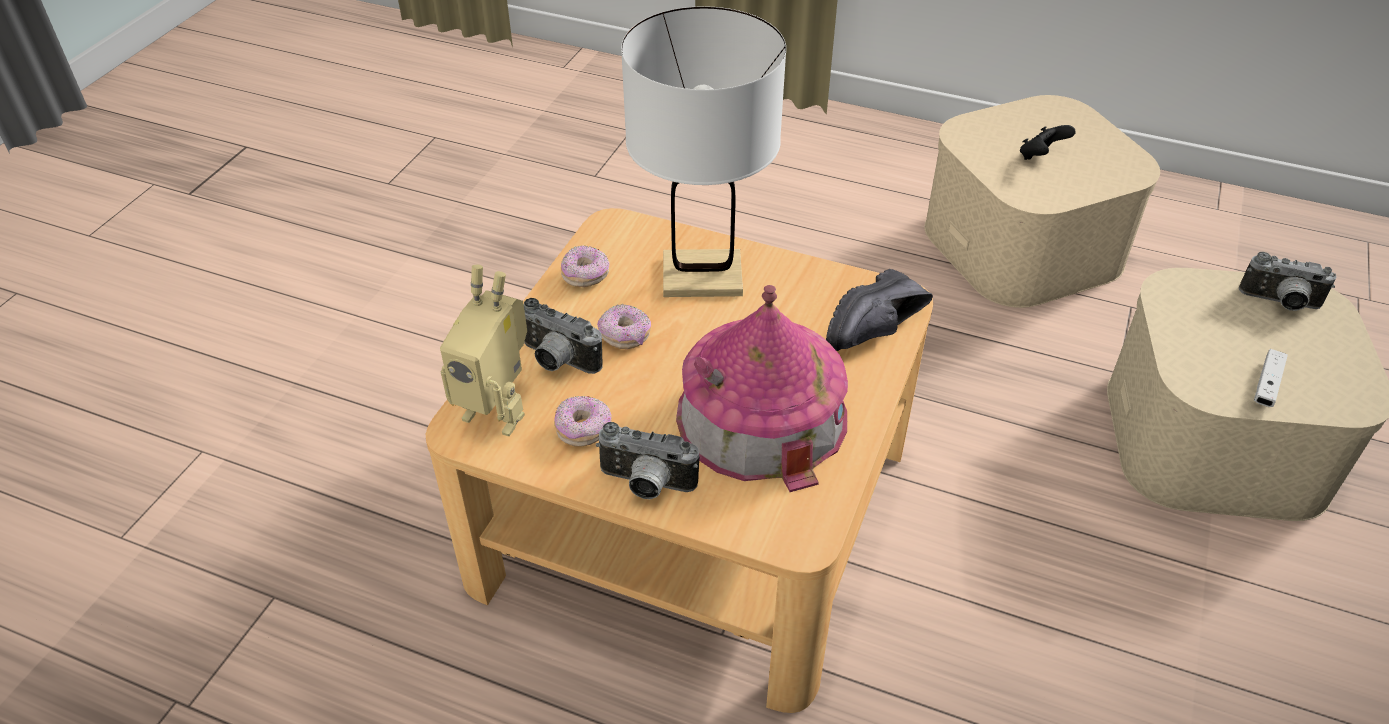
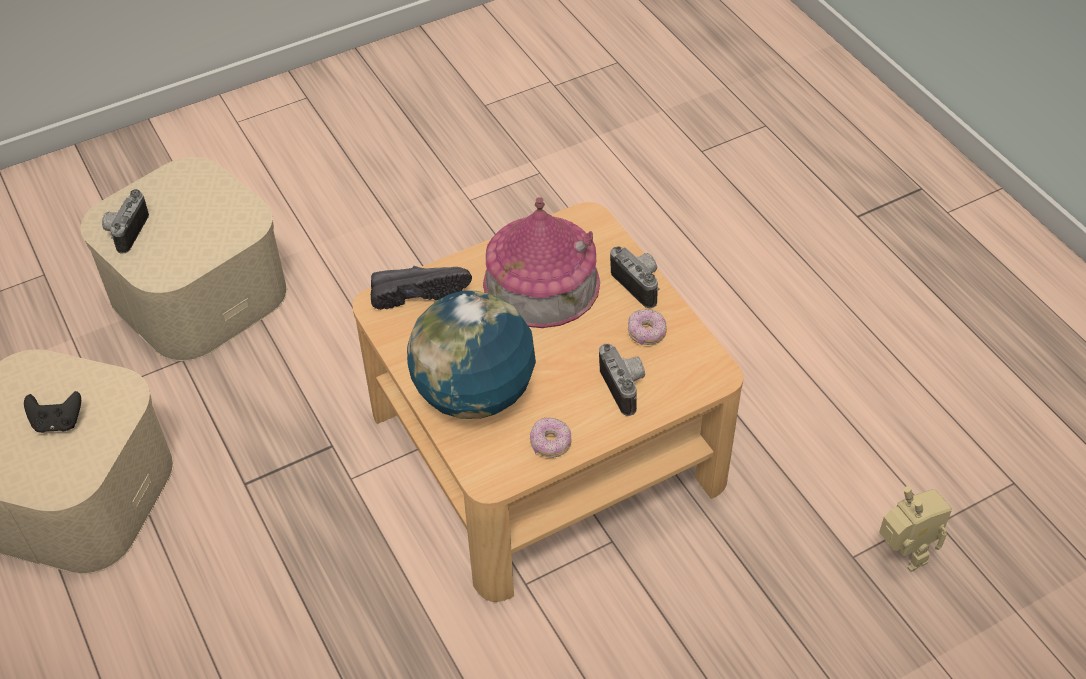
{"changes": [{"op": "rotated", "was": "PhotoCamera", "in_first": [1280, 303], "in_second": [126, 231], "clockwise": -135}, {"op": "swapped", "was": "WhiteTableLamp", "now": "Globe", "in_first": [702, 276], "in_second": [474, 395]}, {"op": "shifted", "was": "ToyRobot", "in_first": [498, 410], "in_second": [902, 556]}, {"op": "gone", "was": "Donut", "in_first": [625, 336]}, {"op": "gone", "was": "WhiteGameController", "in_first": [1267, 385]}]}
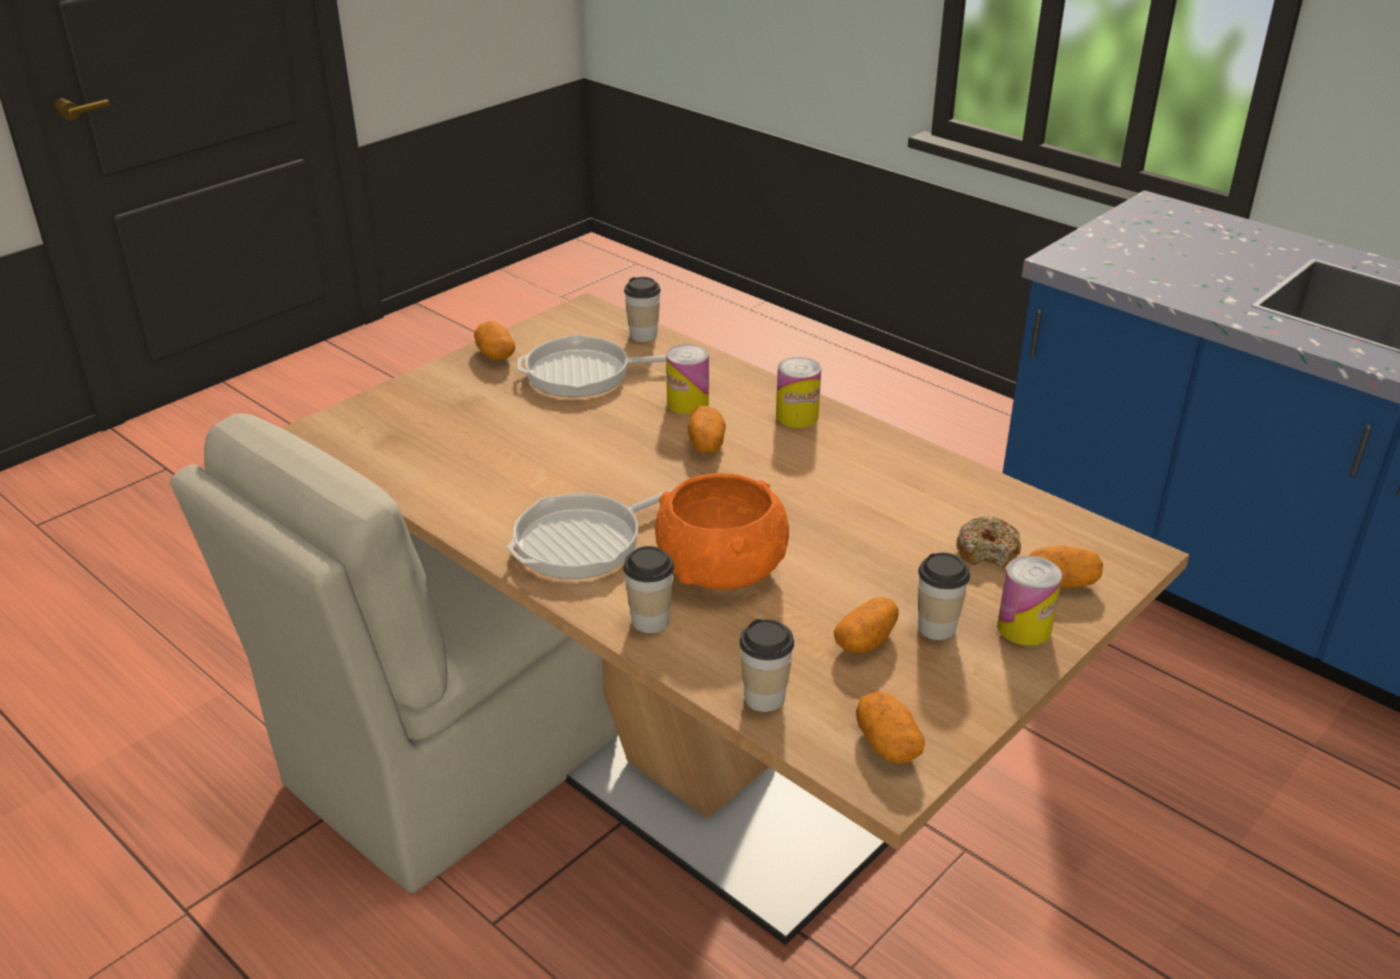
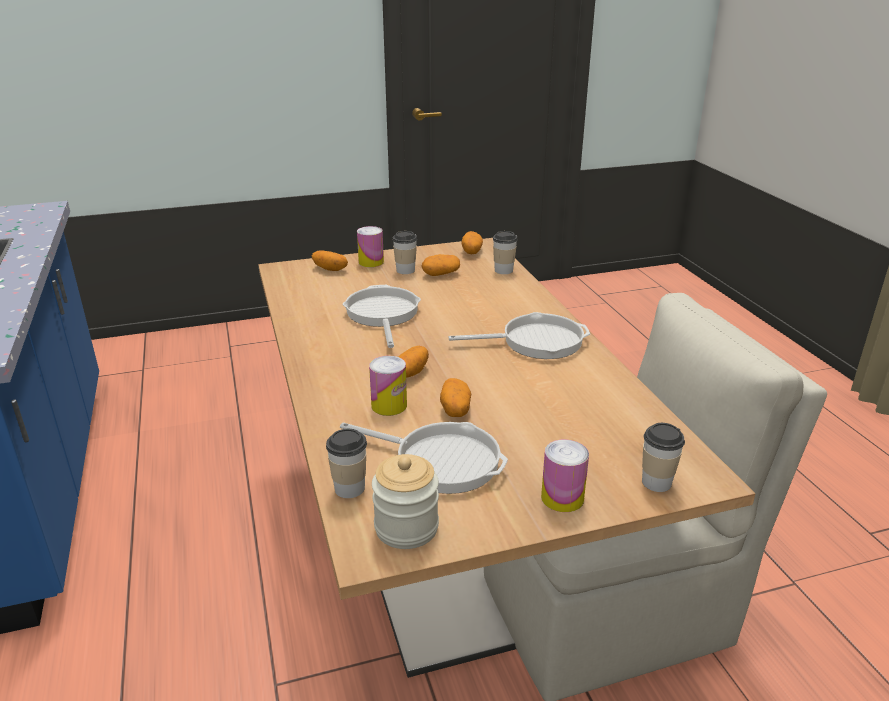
{"changes": [{"op": "new", "now": "FryingPan", "in_second": [382, 314]}, {"op": "new", "now": "Jar", "in_second": [406, 528]}, {"op": "shifted", "was": "Potato", "in_first": [495, 355], "in_second": [455, 409]}, {"op": "shifted", "was": "Can", "in_first": [797, 417], "in_second": [562, 498]}, {"op": "shifted", "was": "Cup", "in_first": [650, 621], "in_second": [656, 482]}, {"op": "gone", "was": "OrangeBowl", "in_first": [721, 568]}, {"op": "gone", "was": "Donut", "in_first": [987, 551]}]}
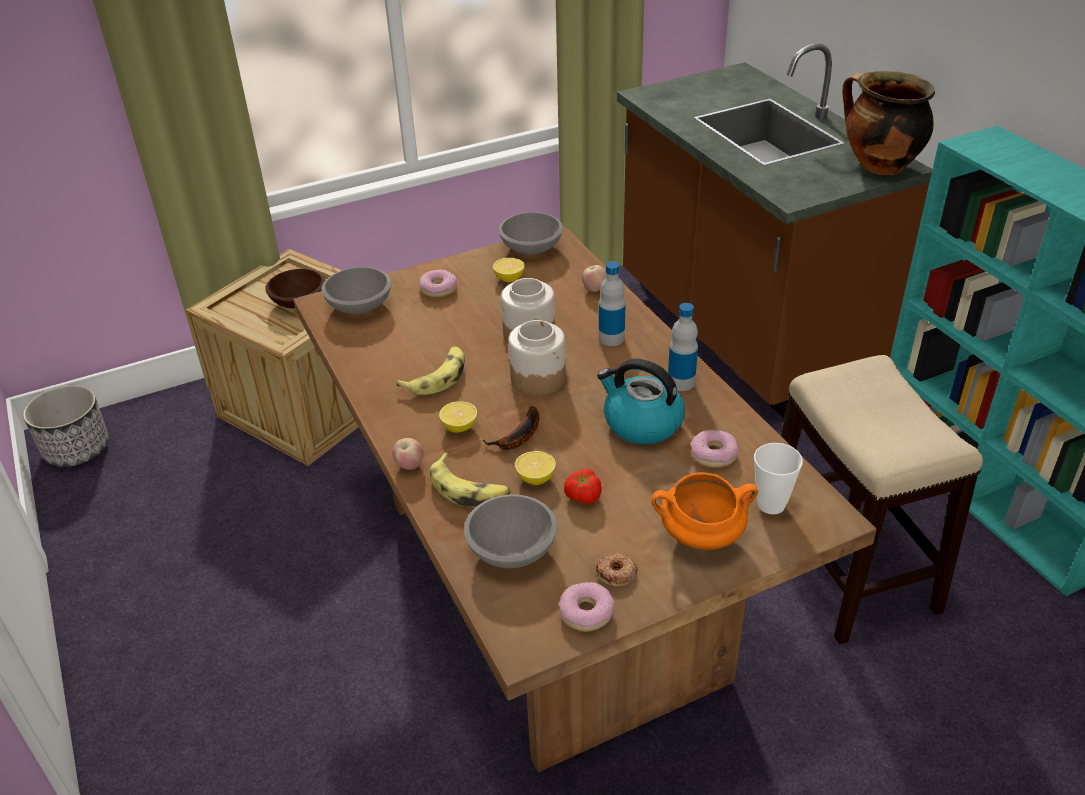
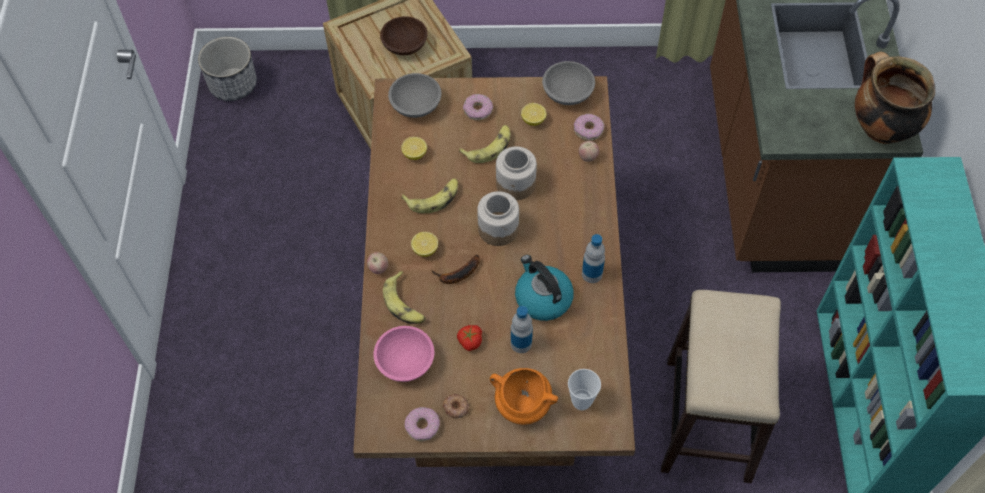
{"changes": [{"op": "repainted", "was": "GreyBowl", "now": "PinkBowl", "in_first": [513, 549], "in_second": [406, 362]}, {"op": "shifted", "was": "Lemon", "in_first": [536, 478], "in_second": [414, 154]}, {"op": "new", "now": "Banana", "in_second": [489, 147]}, {"op": "shifted", "was": "Bottle", "in_first": [611, 338], "in_second": [521, 343]}, {"op": "shifted", "was": "Donut", "in_first": [713, 454], "in_second": [588, 130]}]}
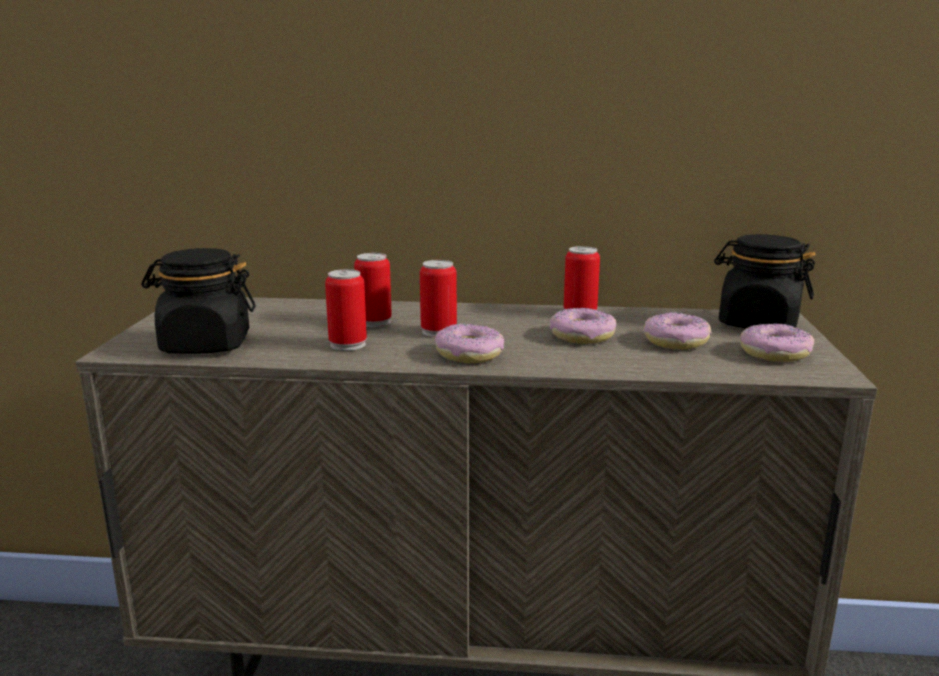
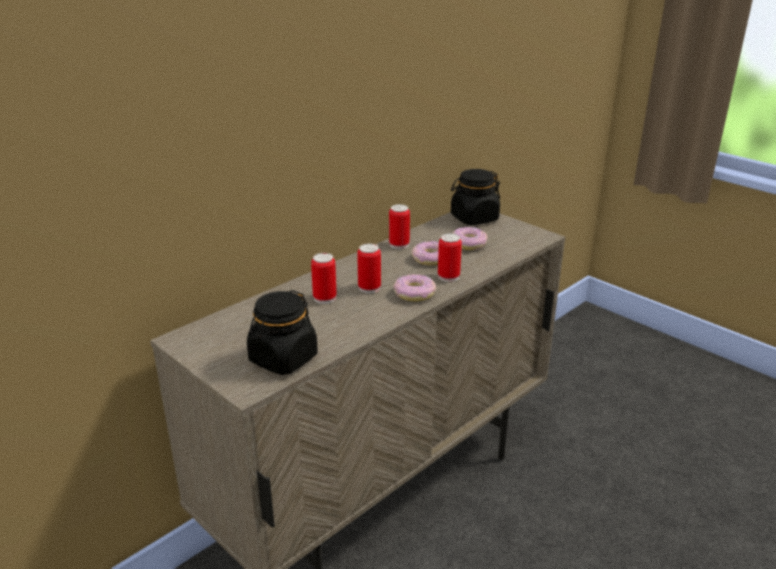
{"changes": [{"op": "shifted", "was": "Can", "in_first": [348, 344], "in_second": [448, 276]}, {"op": "gone", "was": "Donut", "in_first": [774, 353]}]}
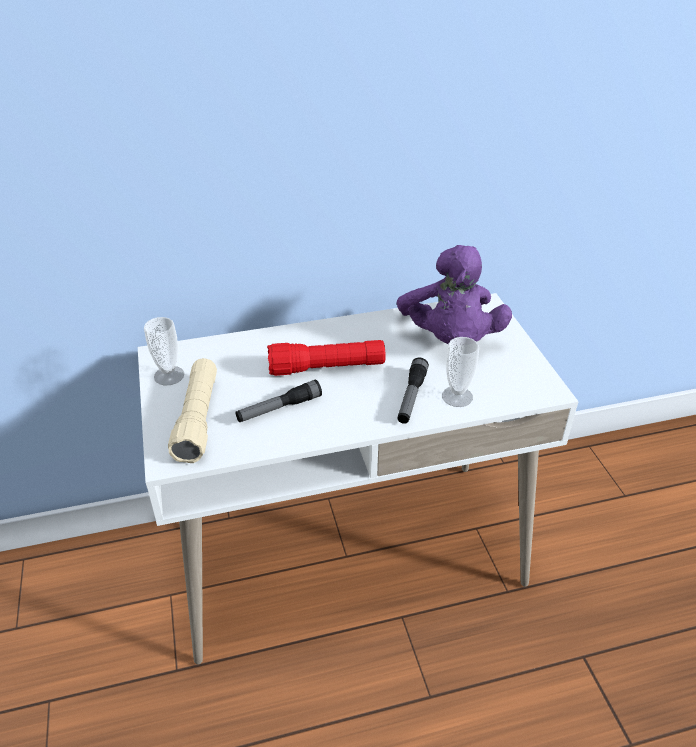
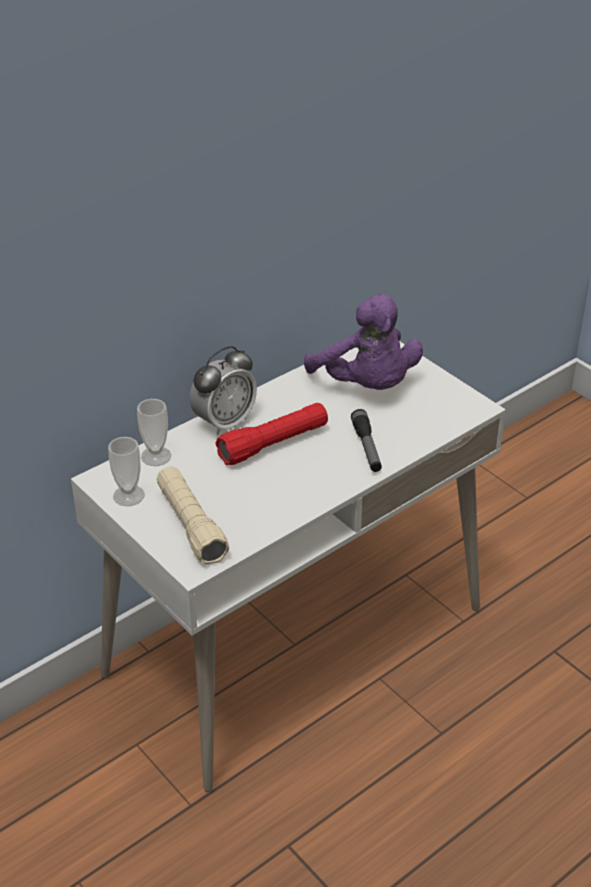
{"changes": [{"op": "shifted", "was": "Cup", "in_first": [457, 396], "in_second": [156, 456]}, {"op": "new", "now": "AlarmClock", "in_second": [224, 422]}, {"op": "gone", "was": "Flashlight", "in_first": [279, 408]}]}
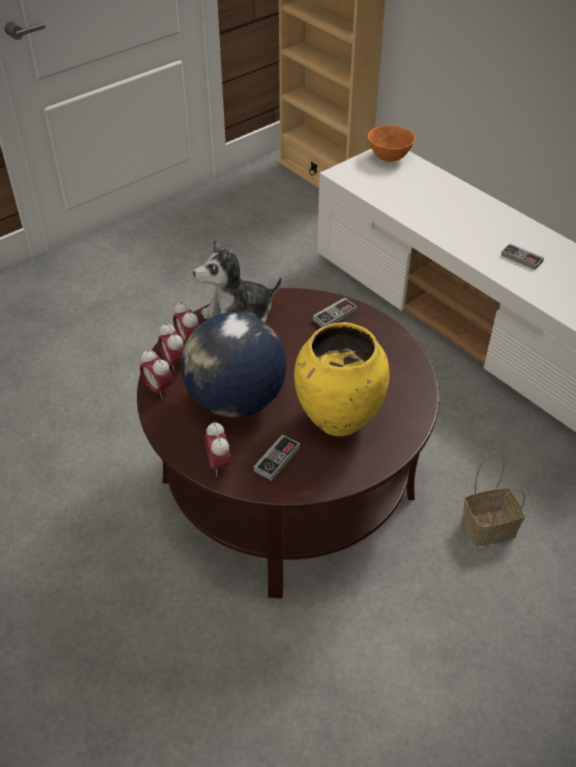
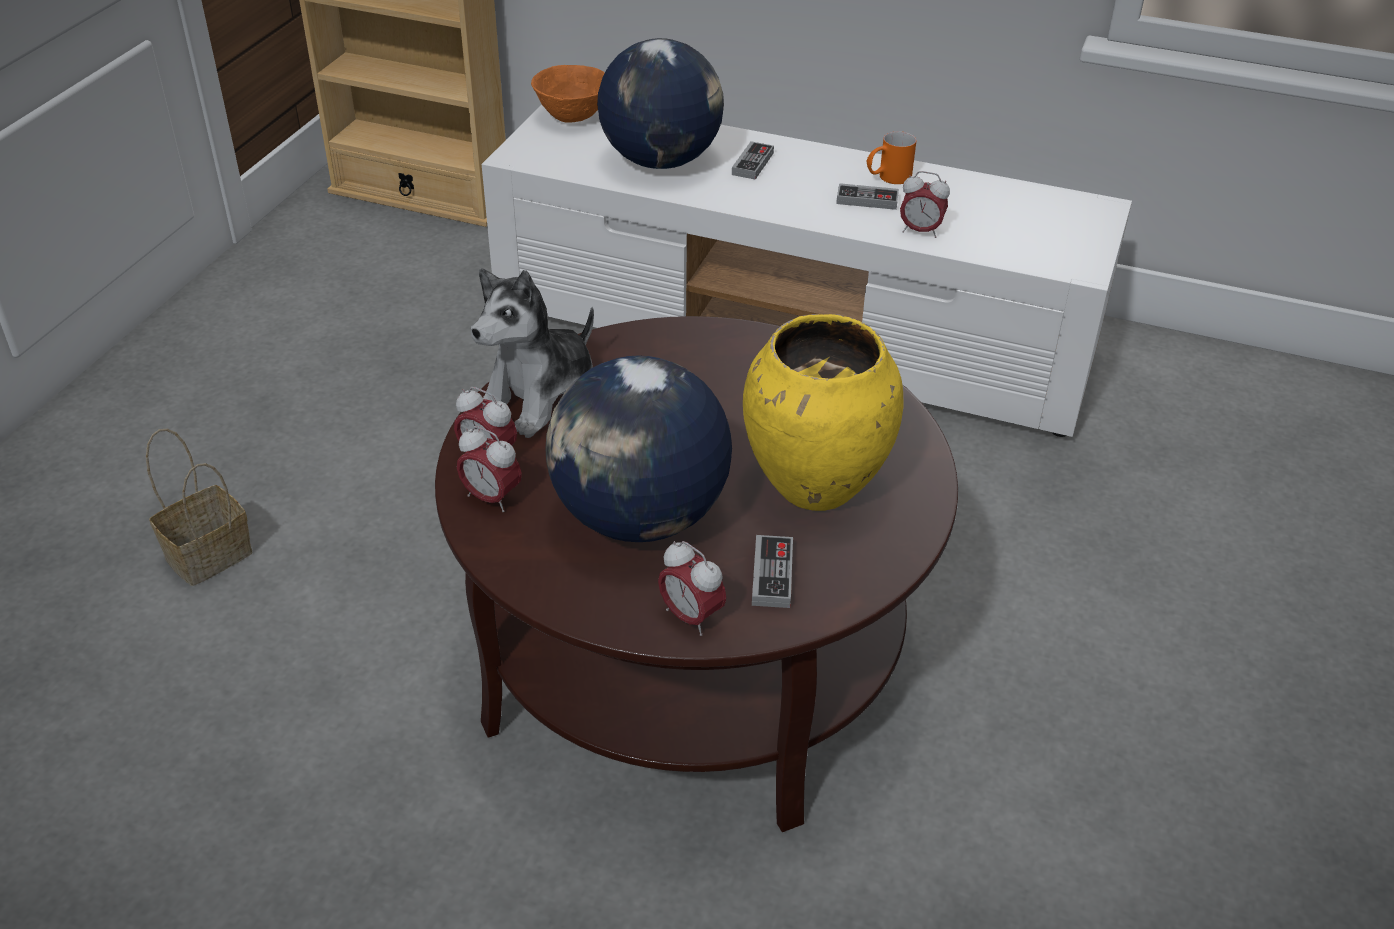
{"changes": [{"op": "shifted", "was": "Basket", "in_first": [489, 526], "in_second": [210, 553]}, {"op": "new", "now": "Globe", "in_second": [660, 160]}, {"op": "shifted", "was": "GameController", "in_first": [335, 315], "in_second": [752, 164]}, {"op": "new", "now": "OrangeMug", "in_second": [887, 178]}, {"op": "shifted", "was": "AlarmClock", "in_first": [158, 389], "in_second": [920, 231]}]}
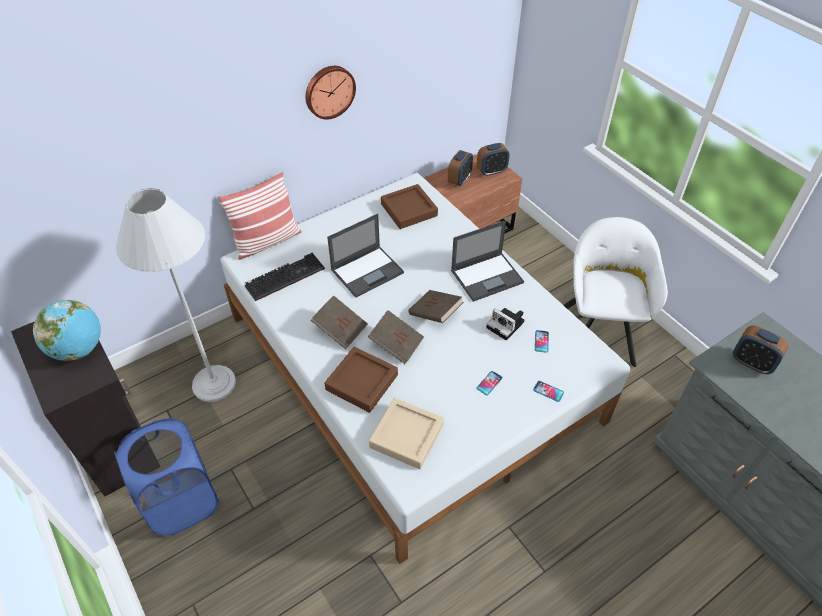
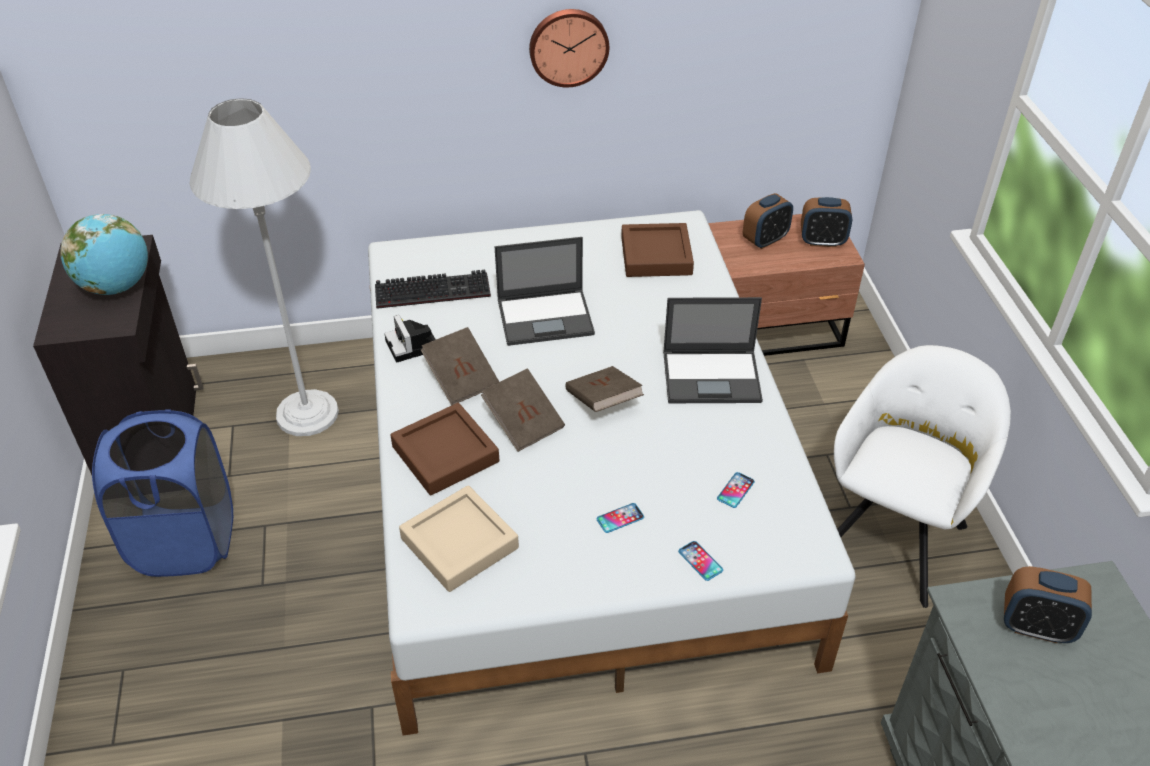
{"changes": [{"op": "shifted", "was": "PhotoCamera", "in_first": [506, 325], "in_second": [413, 346]}, {"op": "rotated", "was": "AlarmClock", "in_first": [751, 363], "in_second": [1036, 627], "clockwise": -45}, {"op": "gone", "was": "Pillow", "in_first": [267, 241]}]}
